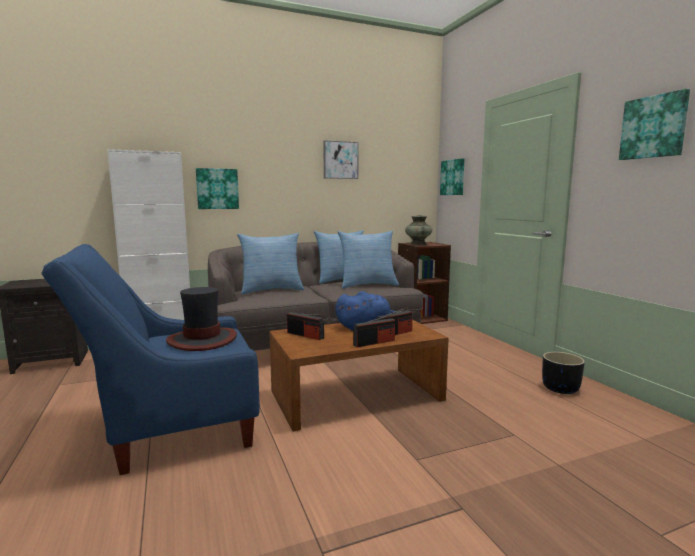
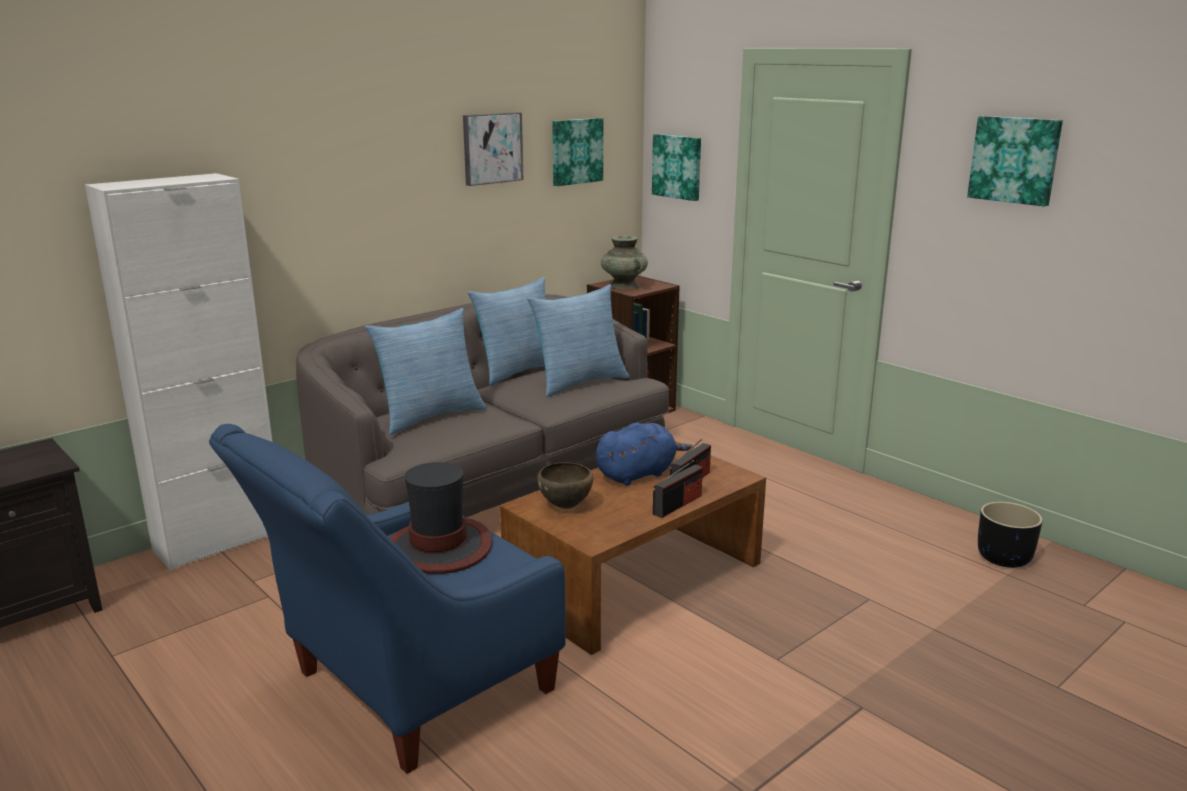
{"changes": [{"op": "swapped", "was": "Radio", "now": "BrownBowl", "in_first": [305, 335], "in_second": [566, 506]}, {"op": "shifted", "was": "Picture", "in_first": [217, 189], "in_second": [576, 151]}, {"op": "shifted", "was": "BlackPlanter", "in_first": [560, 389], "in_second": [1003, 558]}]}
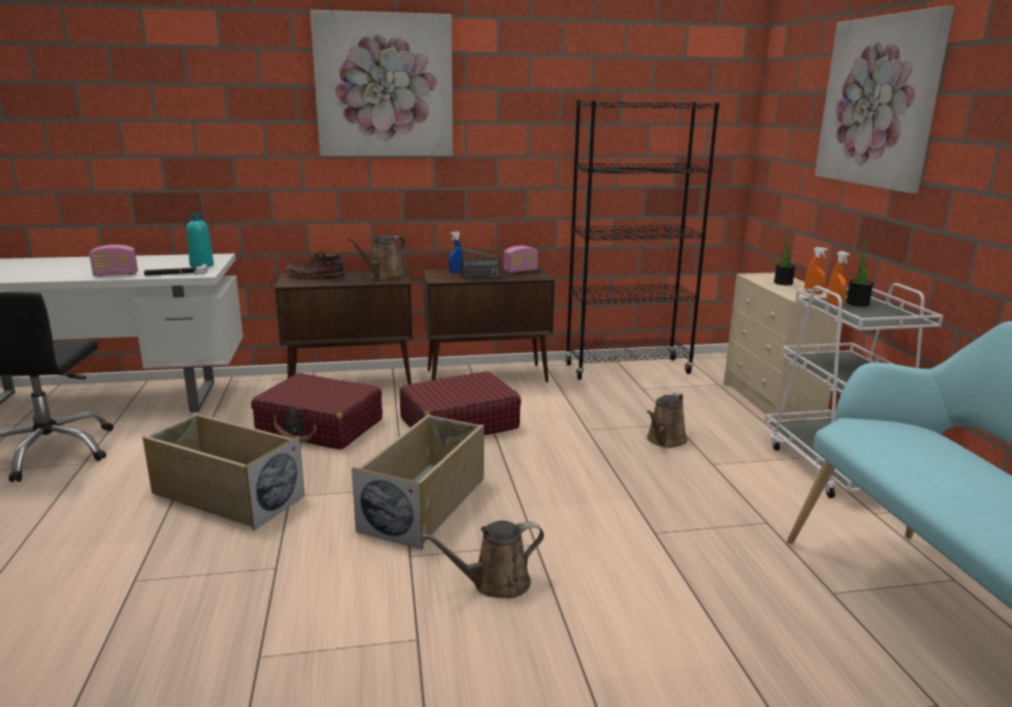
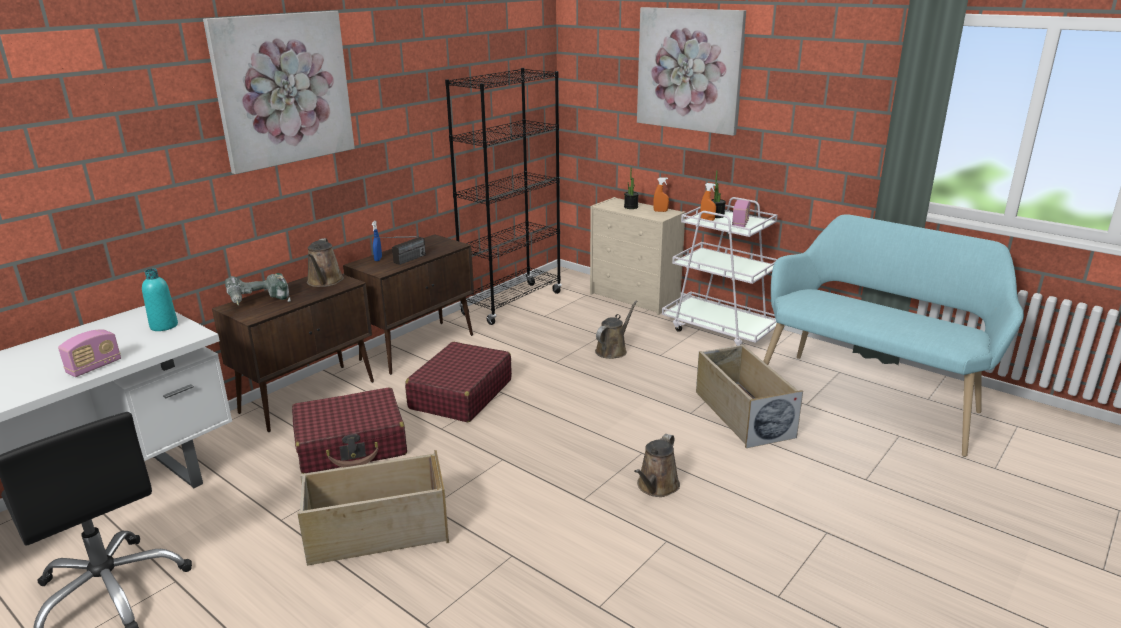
{"changes": [{"op": "swapped", "was": "BrownBoot", "now": "PowerDrill", "in_first": [315, 277], "in_second": [259, 302]}, {"op": "rotated", "was": "BrownWateringCan", "in_first": [665, 441], "in_second": [613, 350], "clockwise": -135}, {"op": "shifted", "was": "BeigeStorageBox", "in_first": [425, 503], "in_second": [742, 414]}, {"op": "shifted", "was": "Radio", "in_first": [520, 271], "in_second": [740, 224]}, {"op": "gone", "was": "Hammer", "in_first": [176, 274]}]}
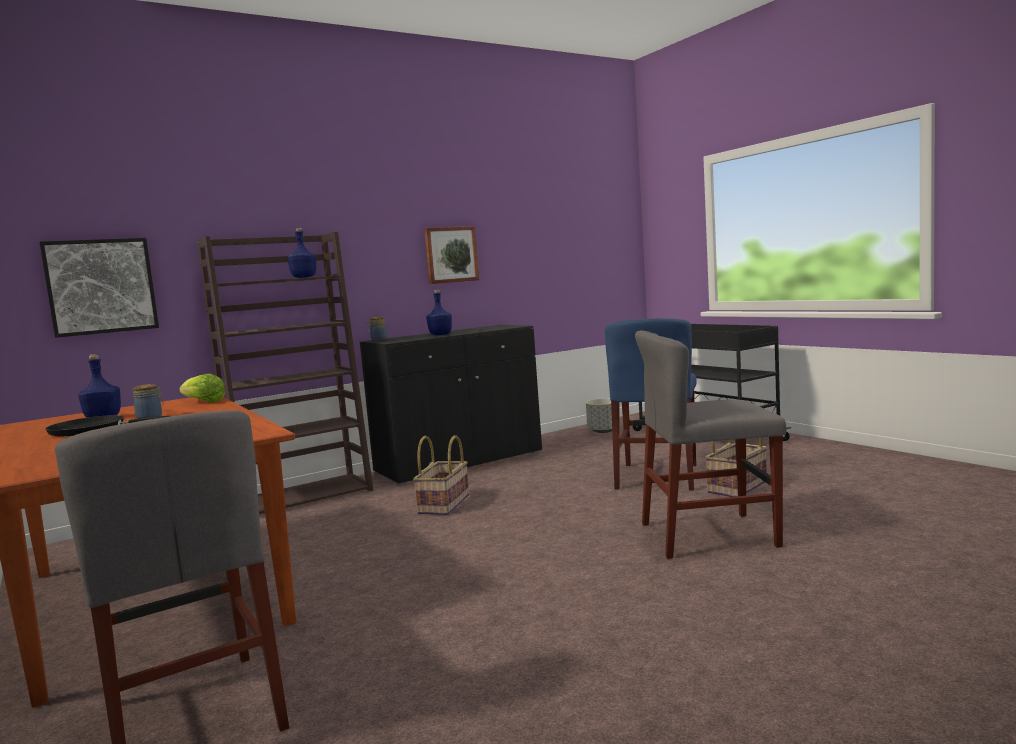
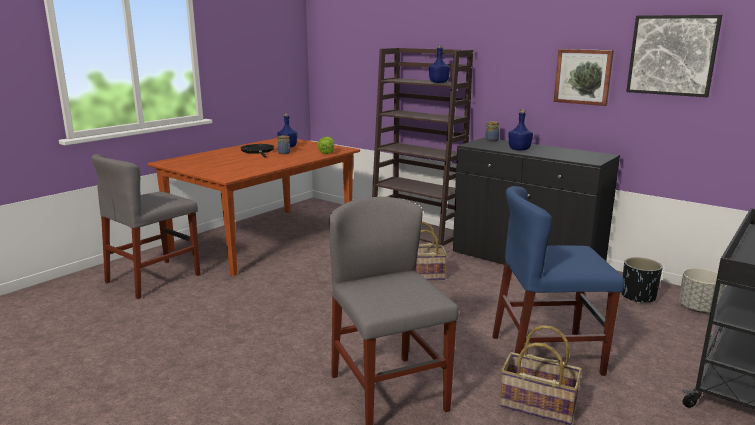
{"changes": [{"op": "new", "now": "BlackPlanter", "in_second": [638, 297]}, {"op": "shifted", "was": "Picture", "in_first": [101, 286], "in_second": [672, 55]}]}
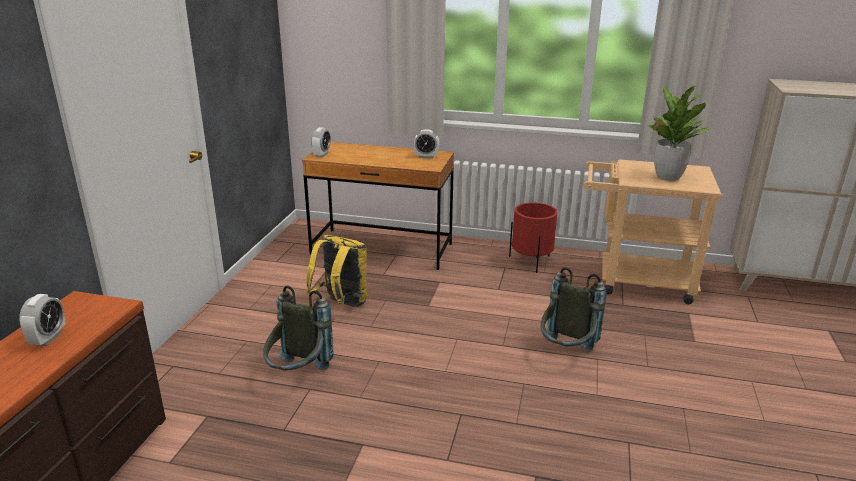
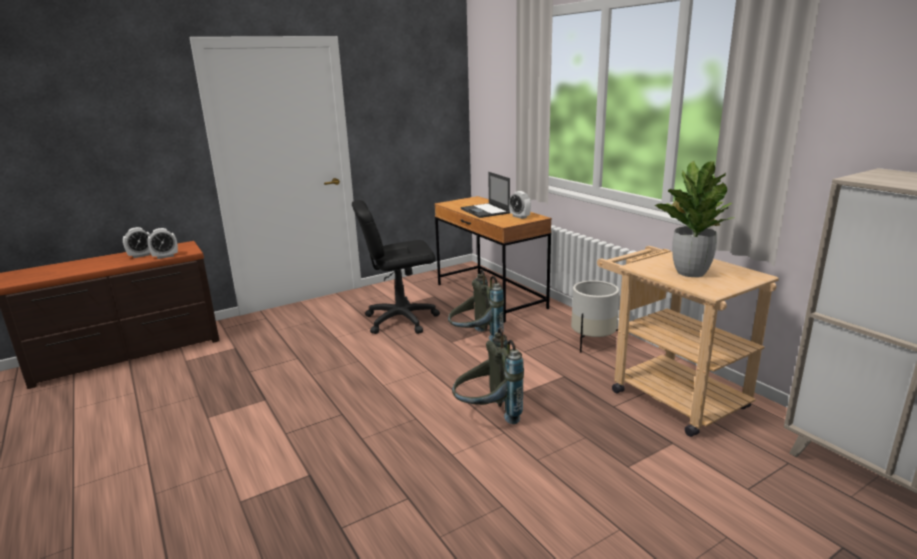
{"changes": [{"op": "shifted", "was": "AlarmClock", "in_first": [321, 155], "in_second": [165, 256]}, {"op": "swapped", "was": "YellowBackpack", "now": "BlackOfficeChair", "in_first": [341, 304], "in_second": [401, 320]}, {"op": "shifted", "was": "GreyBackpack", "in_first": [298, 375], "in_second": [475, 339]}, {"op": "new", "now": "Laptop", "in_second": [485, 211]}, {"op": "repainted", "was": "RedPlanter", "now": "WhitePlanter", "in_first": [531, 261], "in_second": [592, 343]}]}
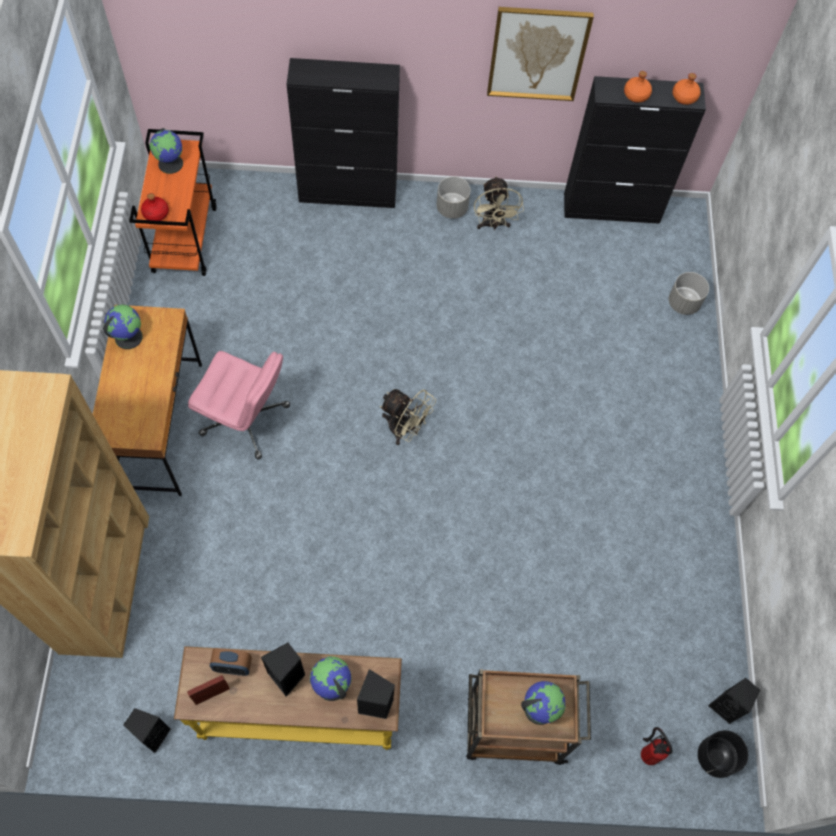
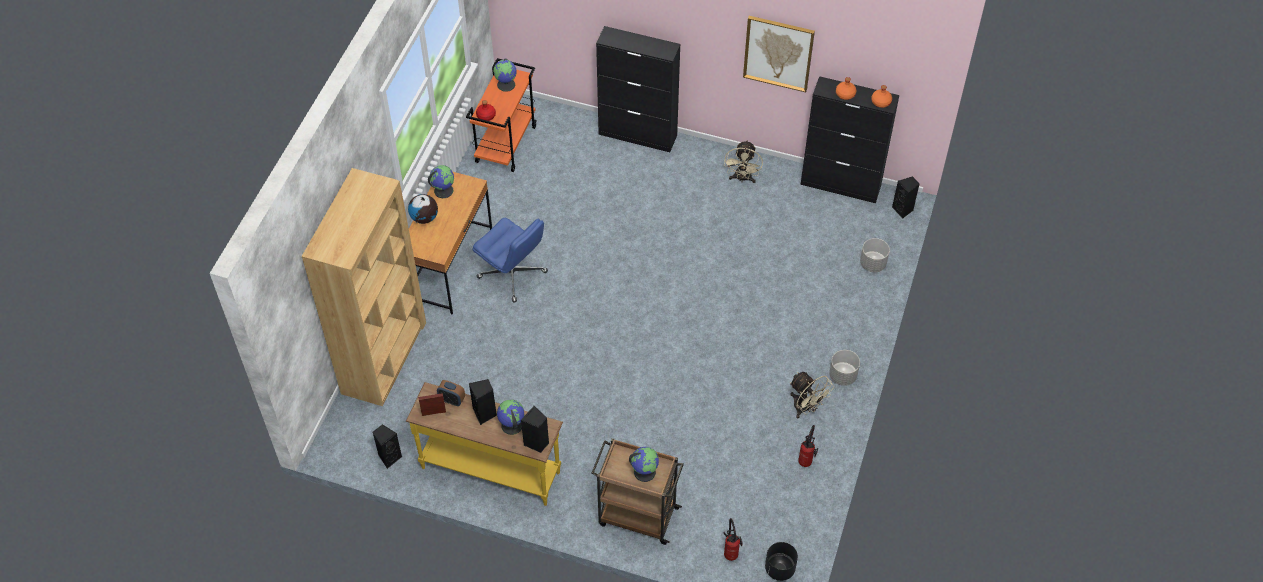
{"changes": [{"op": "new", "now": "Globe", "in_second": [424, 218]}, {"op": "repainted", "was": "PinkOfficeChair", "now": "BlueOfficeChair", "in_first": [246, 420], "in_second": [513, 275]}, {"op": "shifted", "was": "BeigeFan", "in_first": [405, 429], "in_second": [806, 408]}, {"op": "new", "now": "FireExtinguisher", "in_second": [806, 461]}, {"op": "shifted", "was": "GreyPlanter", "in_first": [452, 208], "in_second": [843, 376]}, {"op": "shifted", "was": "BlackSpeaker", "in_first": [725, 706], "in_second": [903, 210]}]}
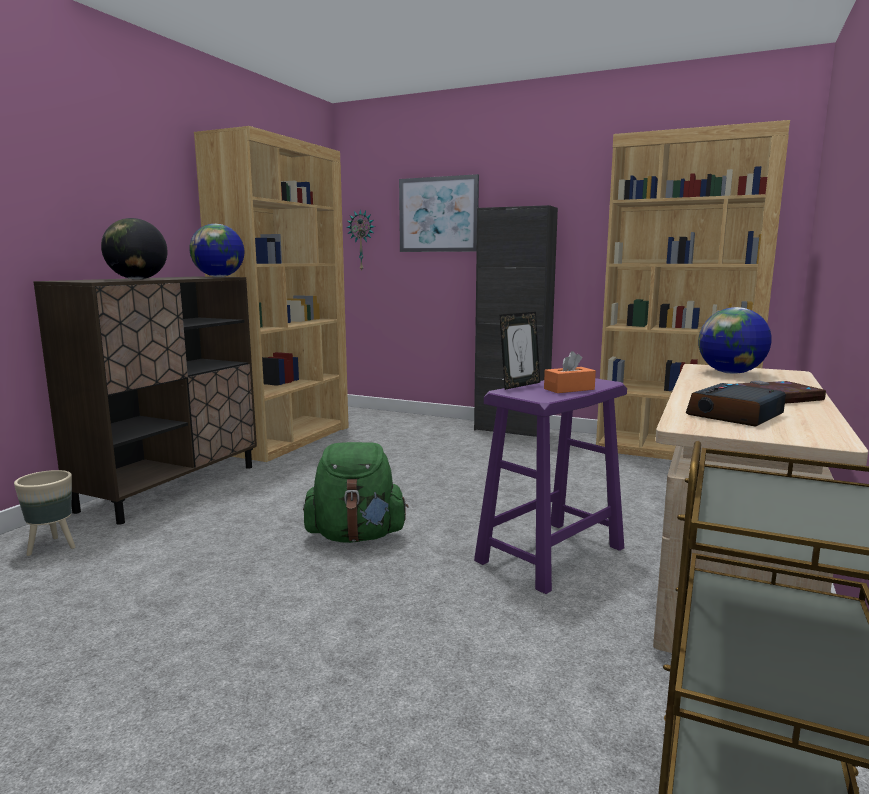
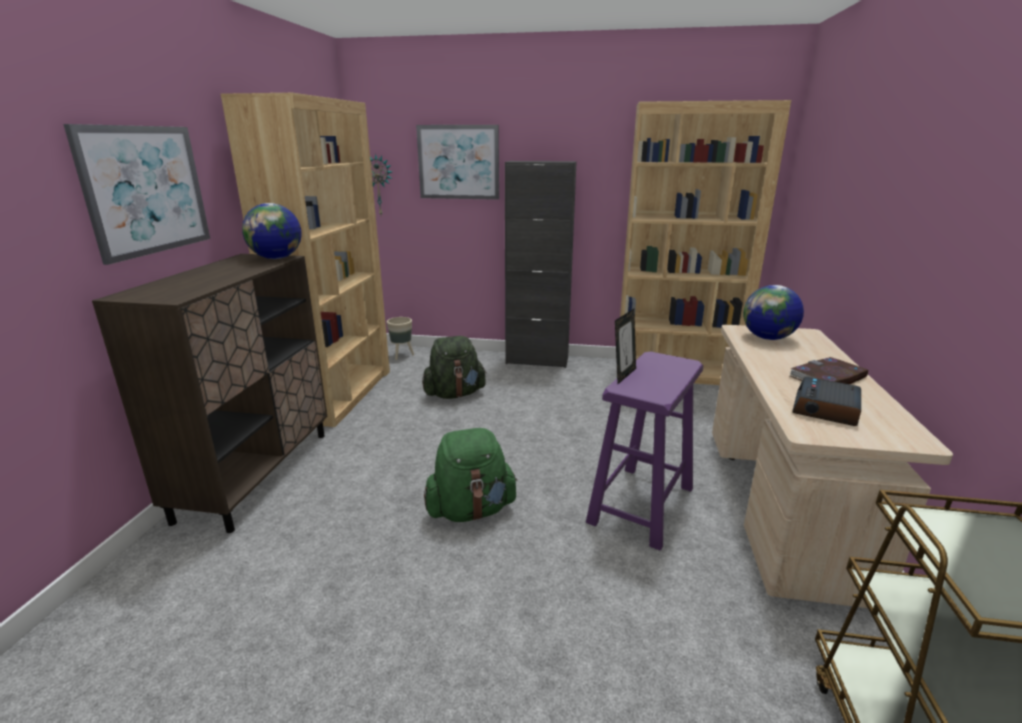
{"changes": [{"op": "new", "now": "Picture", "in_second": [146, 190]}, {"op": "shifted", "was": "BeigePlanter", "in_first": [53, 547], "in_second": [402, 355]}, {"op": "new", "now": "GreenBackpack", "in_second": [455, 394]}, {"op": "gone", "was": "Globe", "in_first": [137, 279]}, {"op": "gone", "was": "OrangeTissueBox", "in_first": [569, 389]}]}
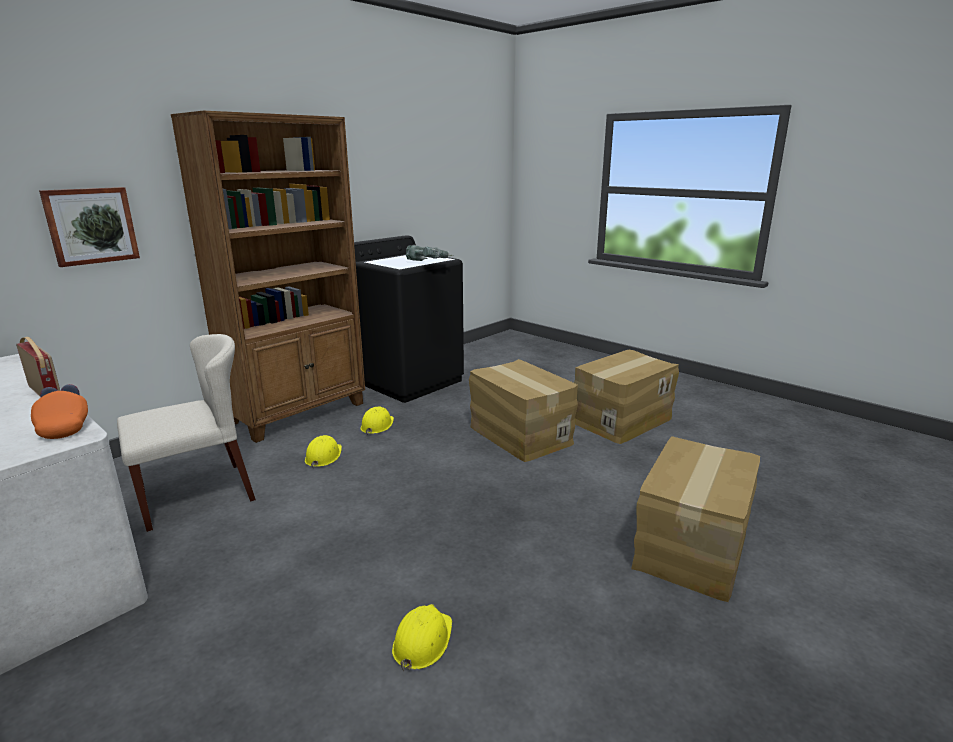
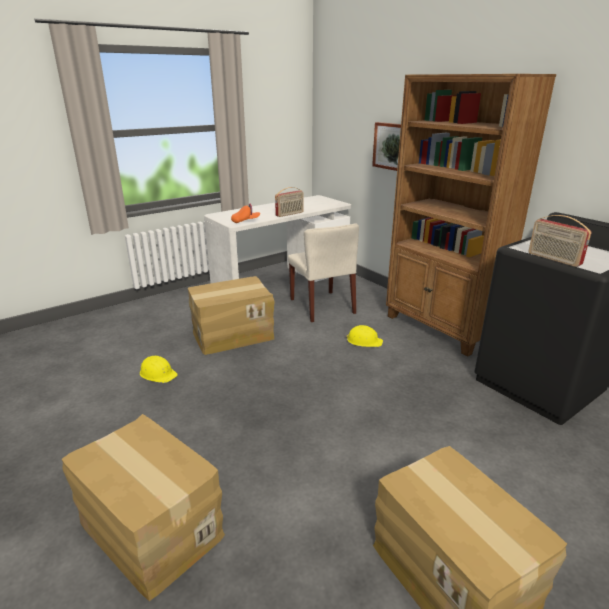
{"changes": [{"op": "shifted", "was": "CardboardBox", "in_first": [519, 435], "in_second": [232, 335]}, {"op": "swapped", "was": "PowerDrill", "now": "Radio", "in_first": [428, 263], "in_second": [553, 259]}, {"op": "gone", "was": "YellowHardHat", "in_first": [377, 425]}]}
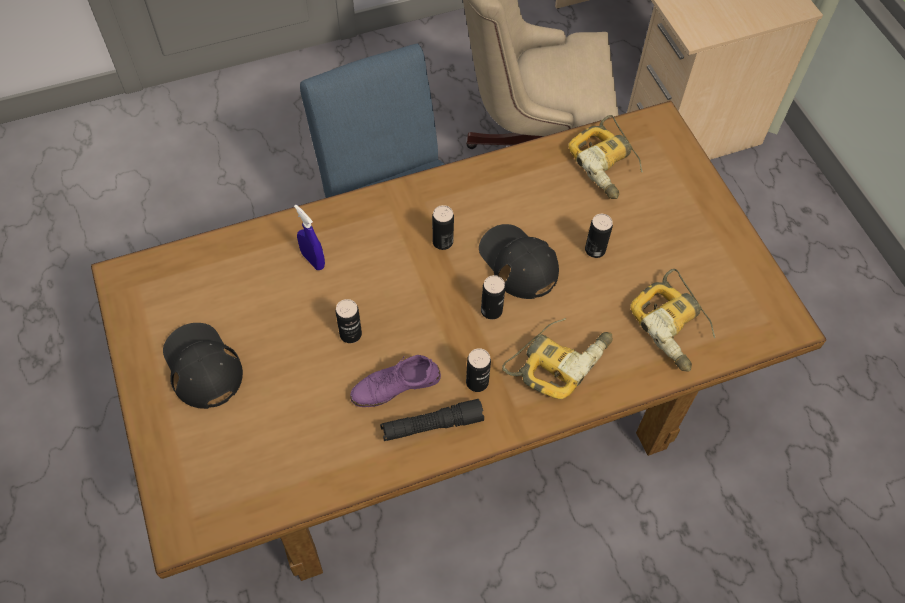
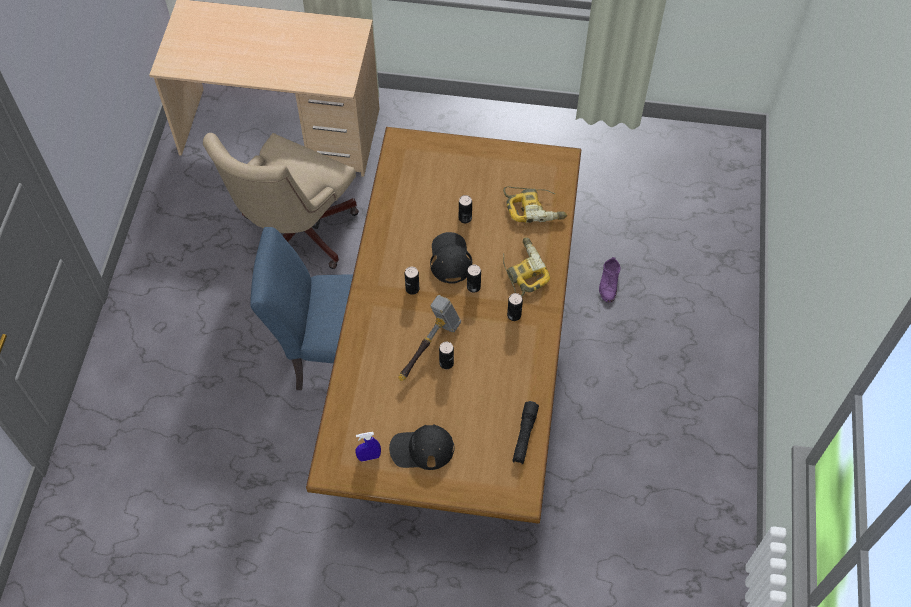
{"changes": [{"op": "shifted", "was": "BlueSprayBottle", "in_first": [313, 260], "in_second": [369, 457]}, {"op": "new", "now": "Hammer", "in_second": [428, 348]}, {"op": "rotated", "was": "BlackCap", "in_first": [518, 262], "in_second": [450, 259], "clockwise": 90}, {"op": "shifted", "was": "BlackFlashlight", "in_first": [432, 425], "in_second": [524, 435]}, {"op": "shifted", "was": "PurpleShoe", "in_first": [395, 386], "in_second": [609, 283]}, {"op": "gone", "was": "PowerDrill", "in_first": [607, 164]}]}
